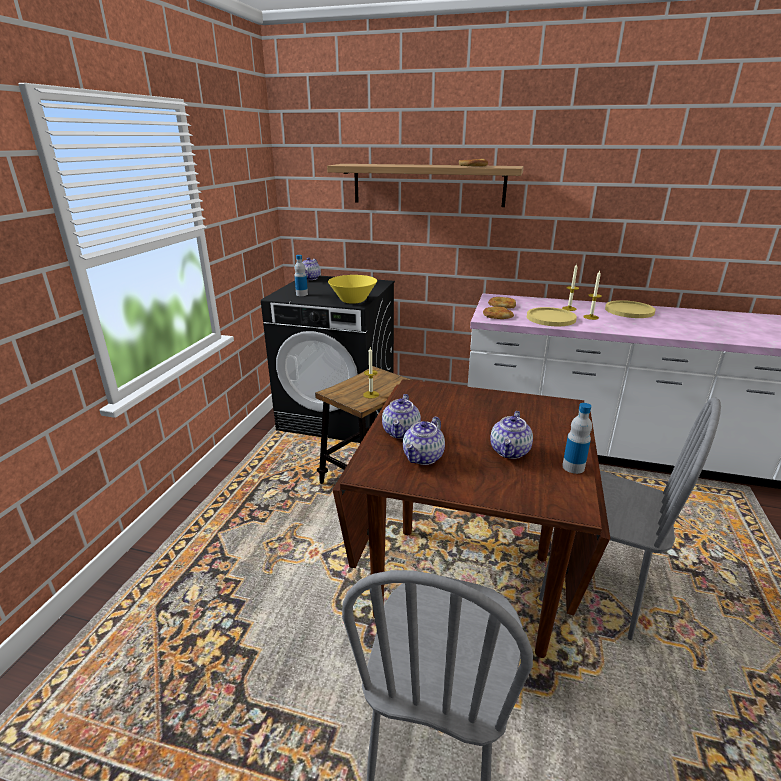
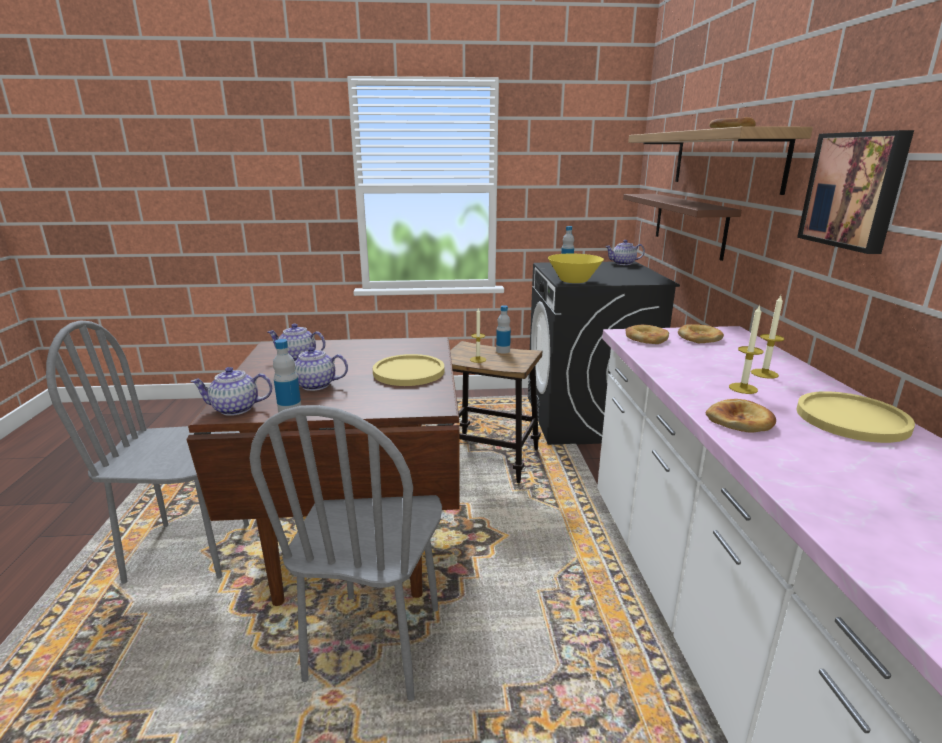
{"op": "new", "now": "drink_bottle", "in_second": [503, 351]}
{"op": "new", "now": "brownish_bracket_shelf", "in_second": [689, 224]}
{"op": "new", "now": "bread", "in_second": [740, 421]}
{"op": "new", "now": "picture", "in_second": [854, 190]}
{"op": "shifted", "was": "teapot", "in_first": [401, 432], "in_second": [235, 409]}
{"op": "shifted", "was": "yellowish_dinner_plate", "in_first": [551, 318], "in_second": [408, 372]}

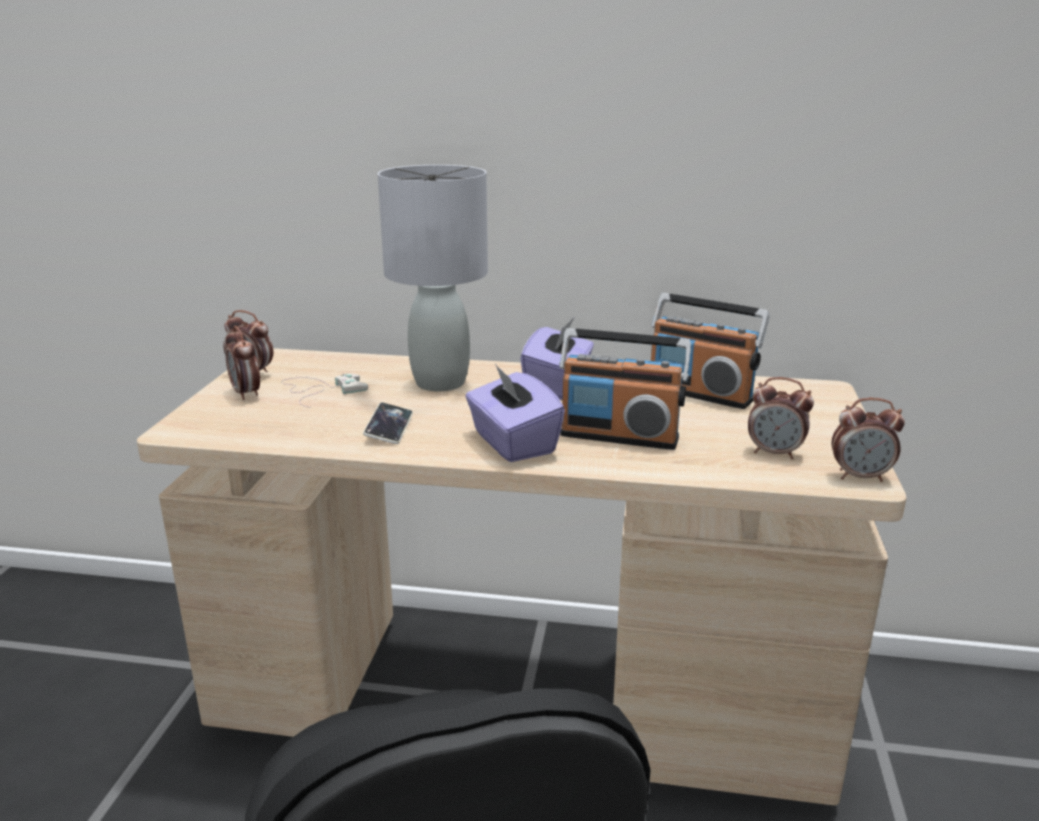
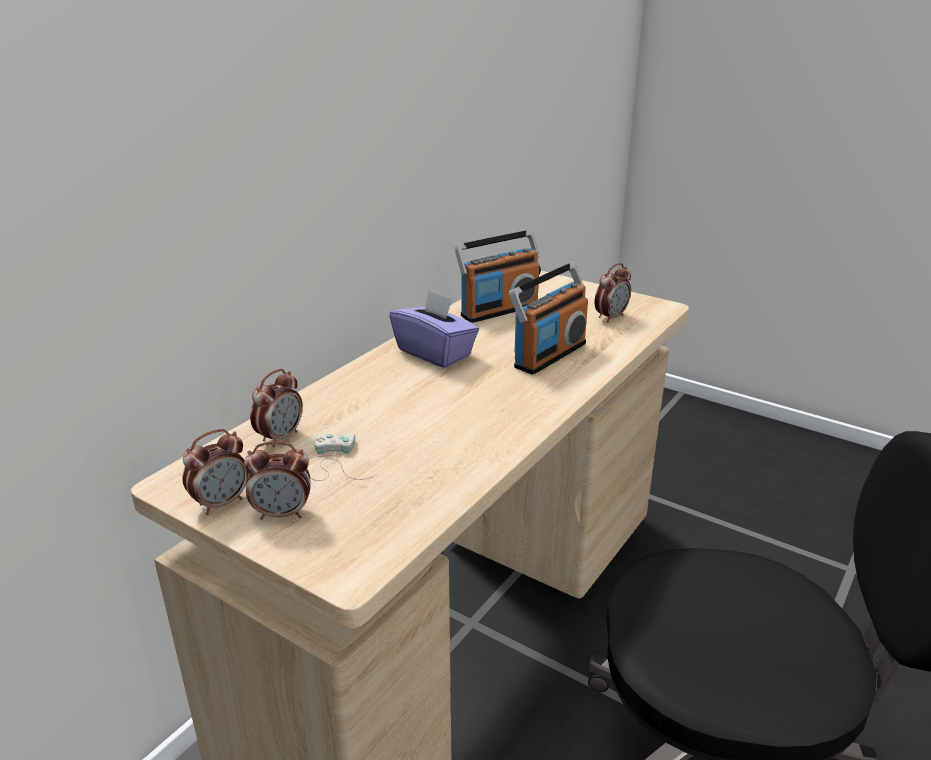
{"op": "gone", "was": "telephone", "in_first": [389, 428]}
{"op": "gone", "was": "gray_table_lamp", "in_first": [439, 382]}
{"op": "gone", "was": "purple-coloured_tissue_holder", "in_first": [512, 443]}
{"op": "shifted", "was": "table_clock", "in_first": [860, 477], "in_second": [280, 437]}

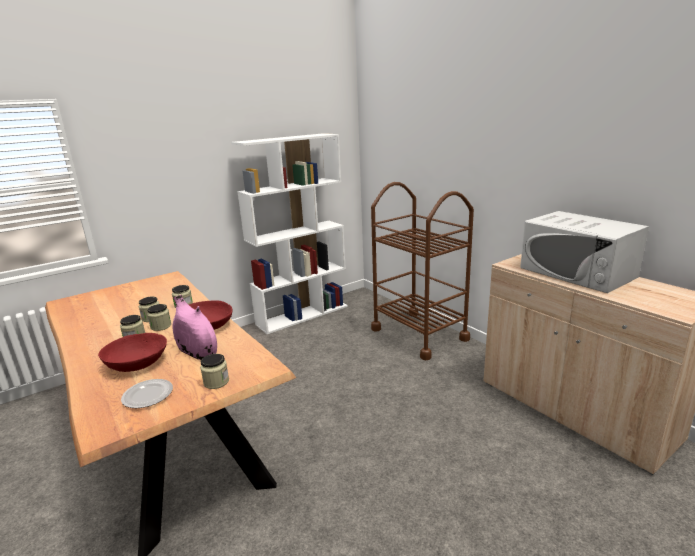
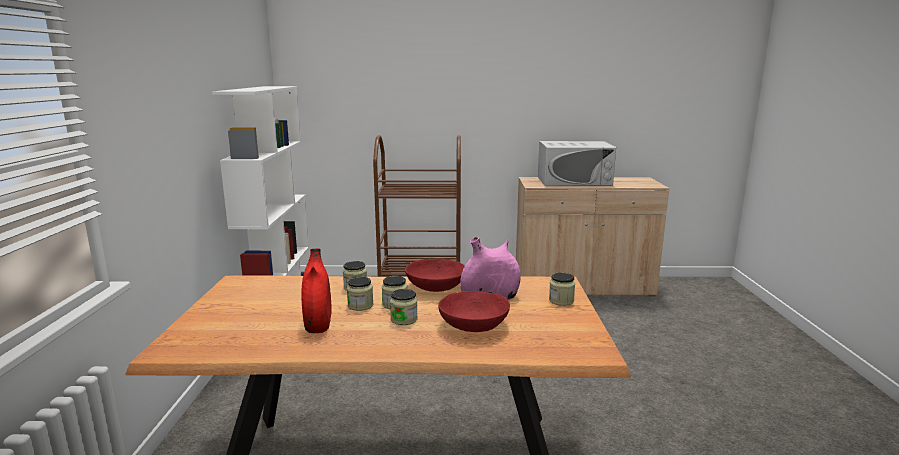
{"op": "gone", "was": "dinner_plate", "in_first": [148, 396]}
{"op": "new", "now": "red-coloured_vase", "in_second": [318, 322]}

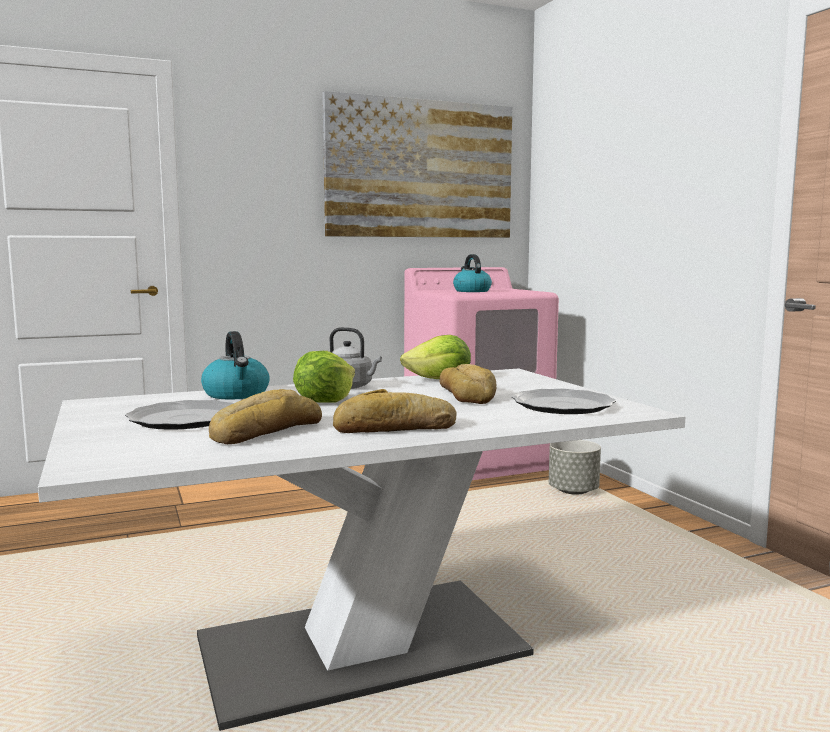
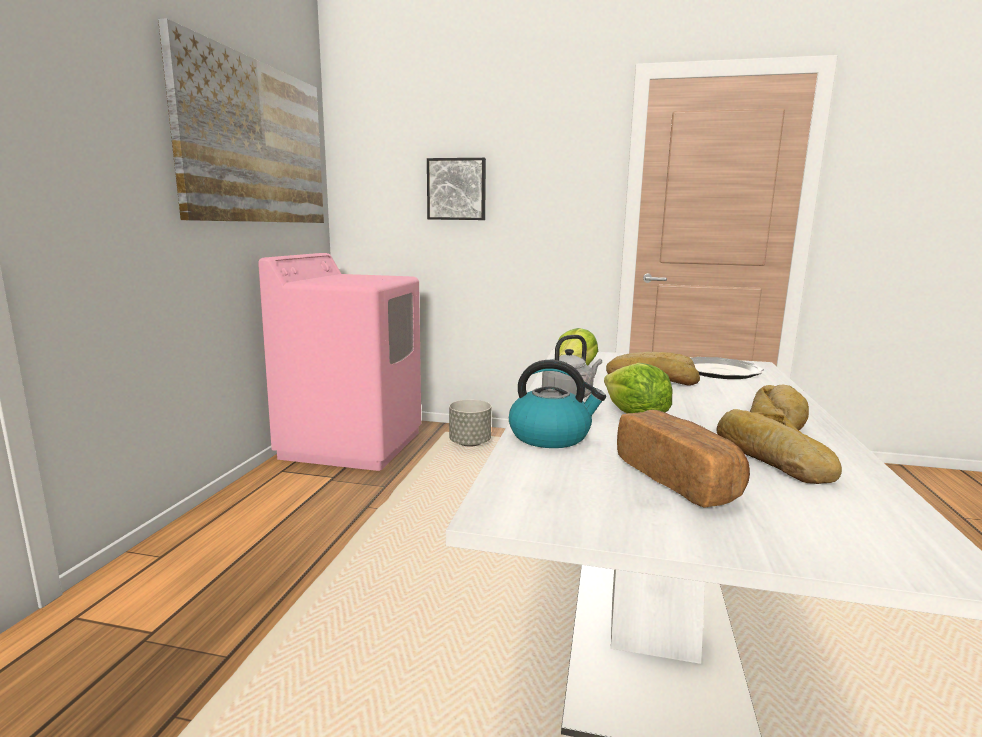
{"op": "gone", "was": "water_kettle", "in_first": [471, 291]}
{"op": "new", "now": "picture", "in_second": [457, 189]}
{"op": "swapped", "was": "dinner_plate", "now": "bread", "in_first": [184, 419], "in_second": [677, 479]}

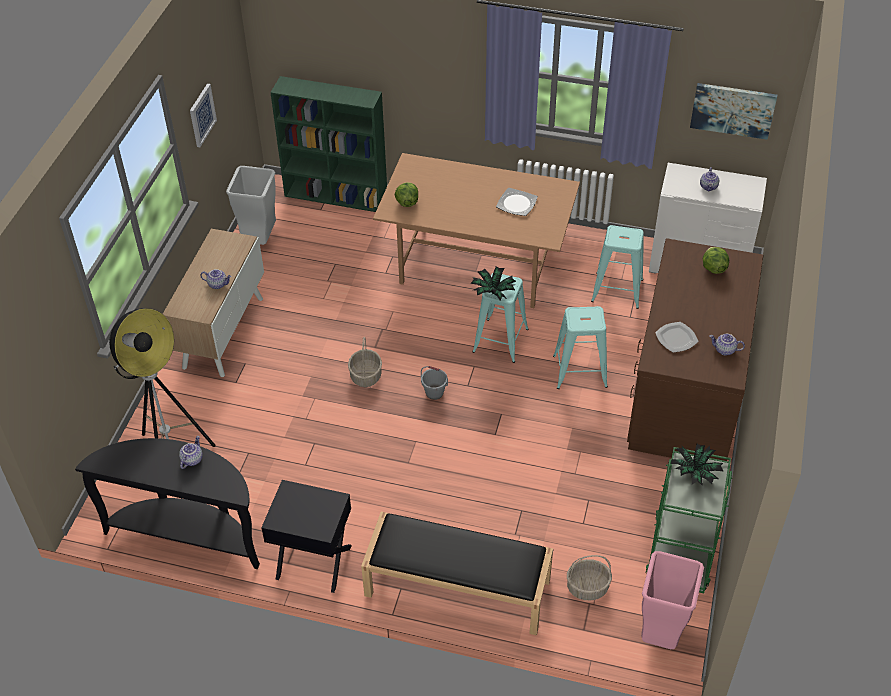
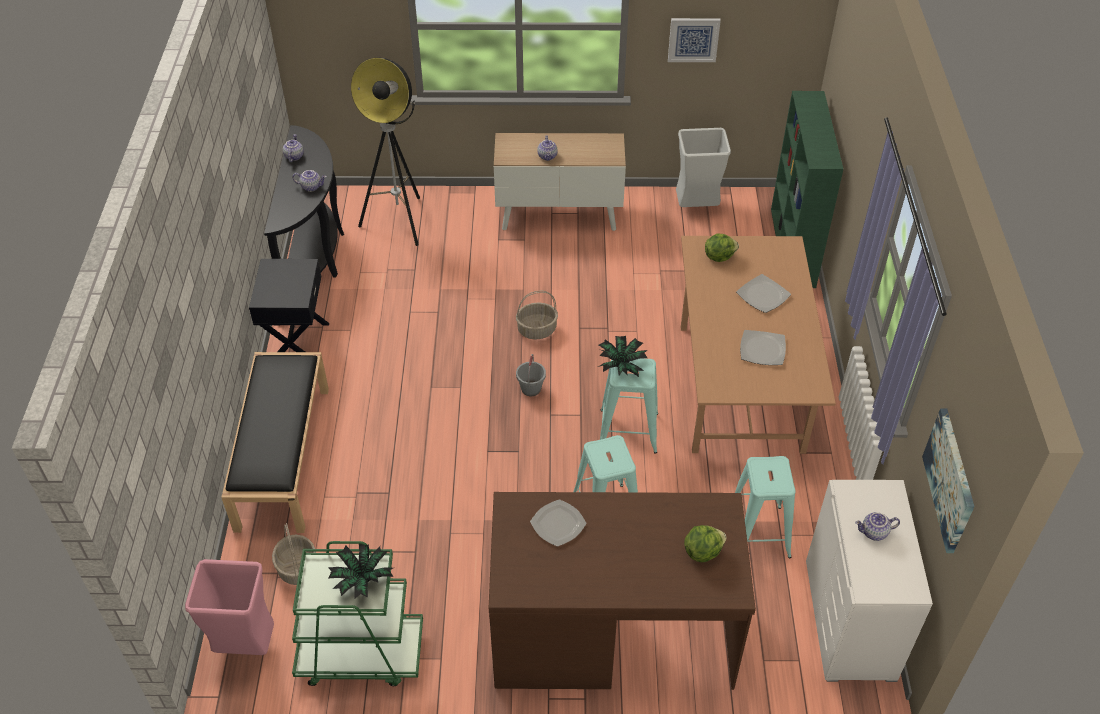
{"op": "new", "now": "dinner_plate", "in_second": [762, 295]}
{"op": "shifted", "was": "teapot", "in_first": [724, 350], "in_second": [293, 156]}

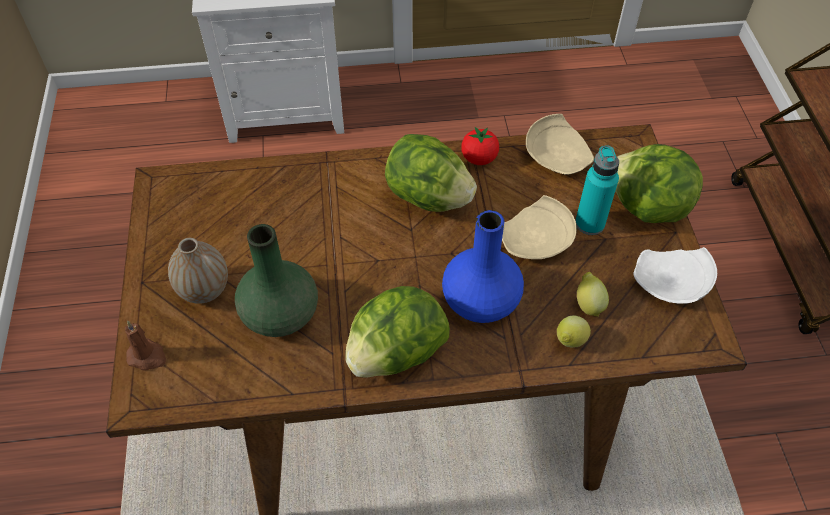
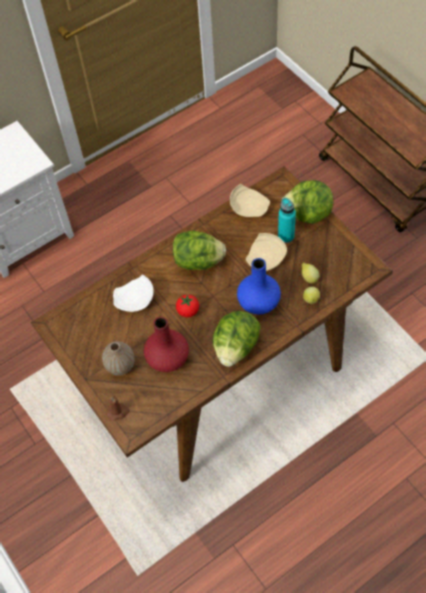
{"op": "shifted", "was": "whole_tomato", "in_first": [479, 158], "in_second": [188, 311]}
{"op": "shifted", "was": "whitish_dinner_plate", "in_first": [671, 284], "in_second": [135, 300]}
{"op": "repainted", "was": "green-coloured_vase", "now": "red-coloured_vase", "in_first": [281, 313], "in_second": [168, 357]}

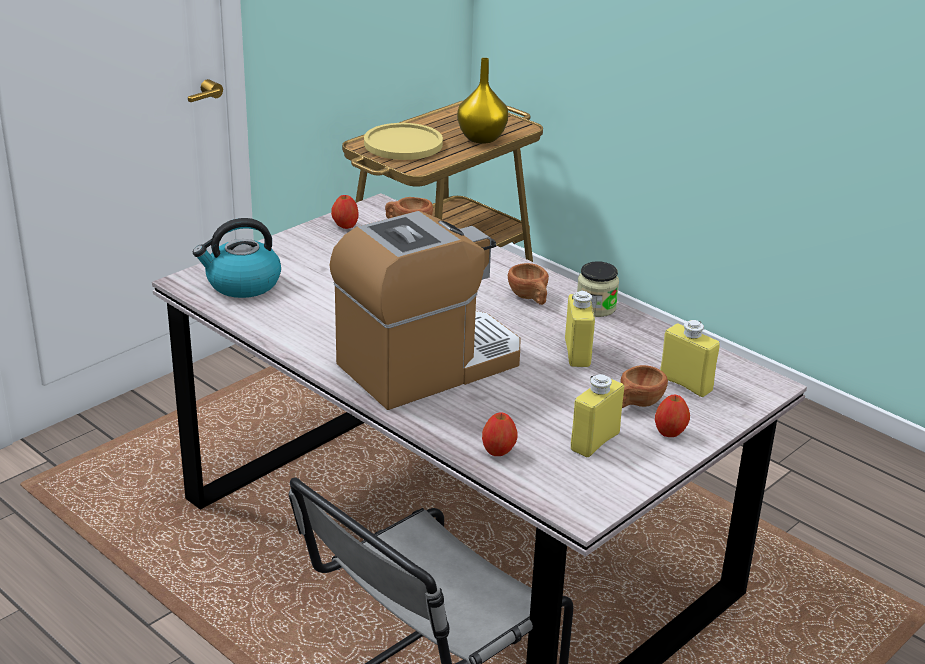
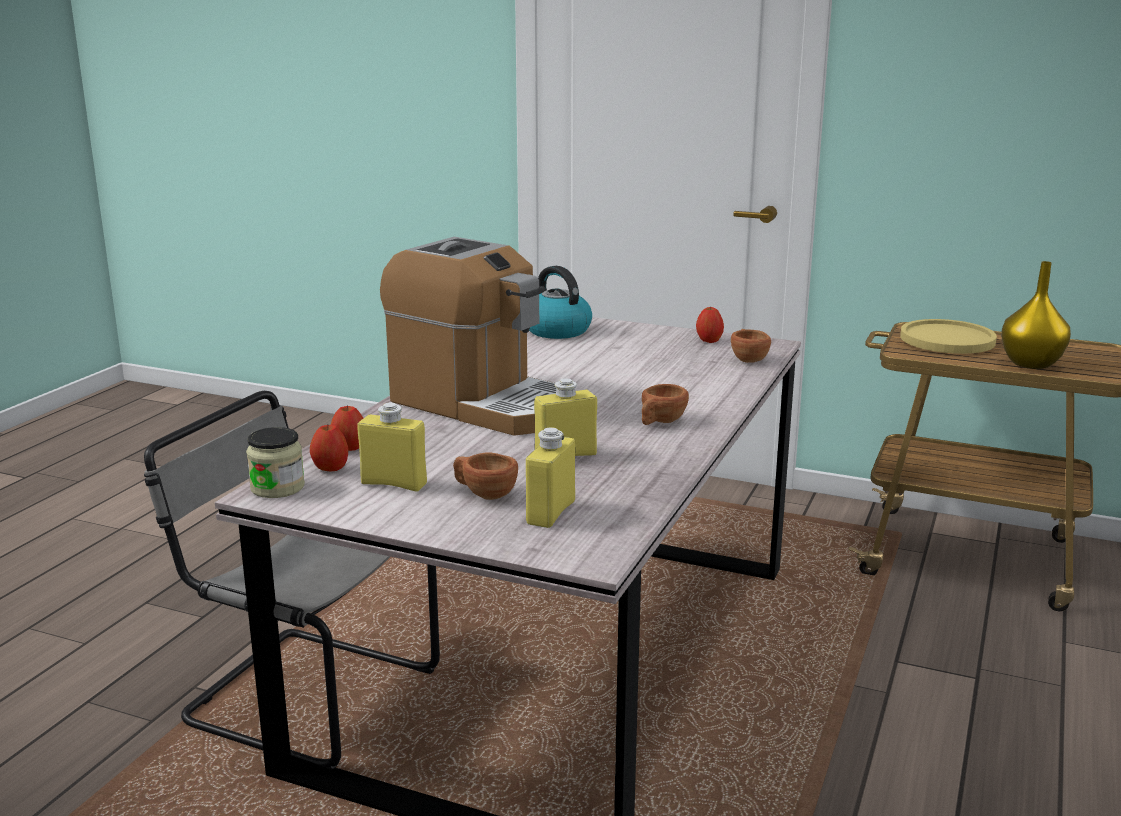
{"op": "shifted", "was": "preserve_jar", "in_first": [596, 307], "in_second": [277, 487]}
{"op": "shifted", "was": "apple", "in_first": [670, 433], "in_second": [330, 469]}

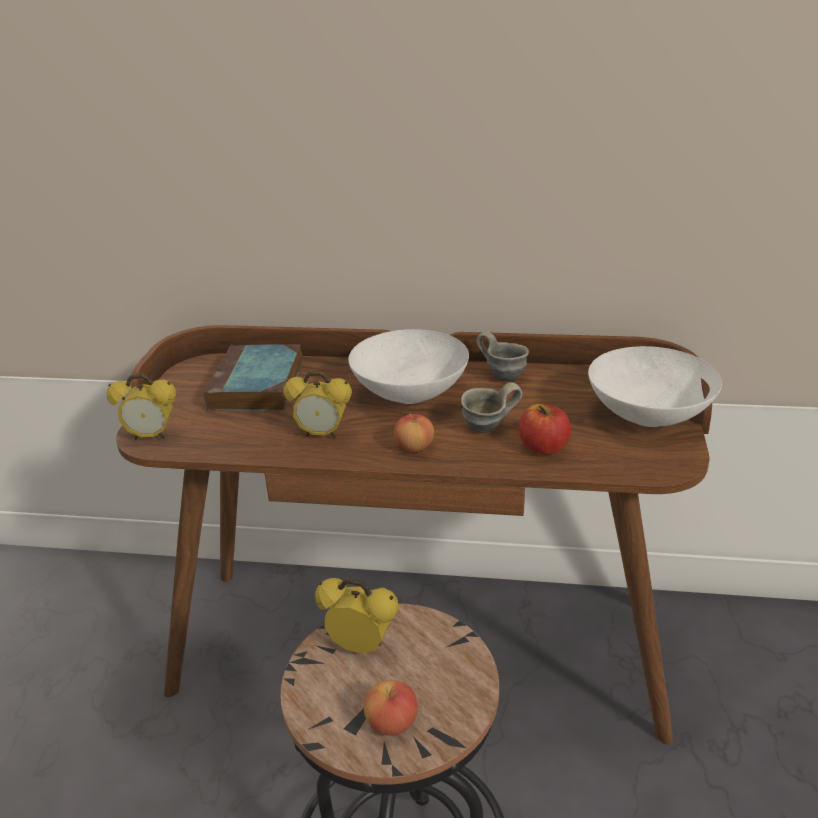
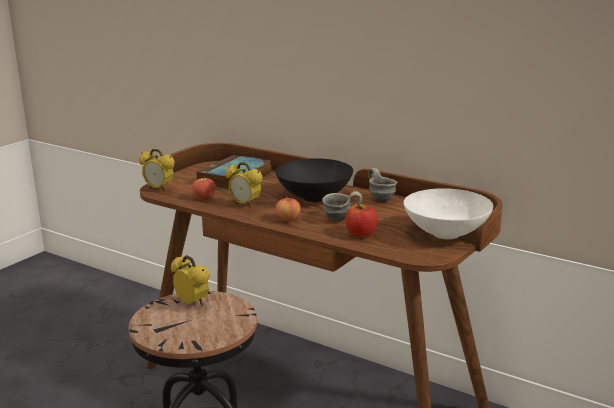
{"op": "shifted", "was": "apple", "in_first": [391, 723], "in_second": [204, 198]}
{"op": "repainted", "was": "whitish_bowl", "now": "black_bowl", "in_first": [412, 395], "in_second": [315, 198]}

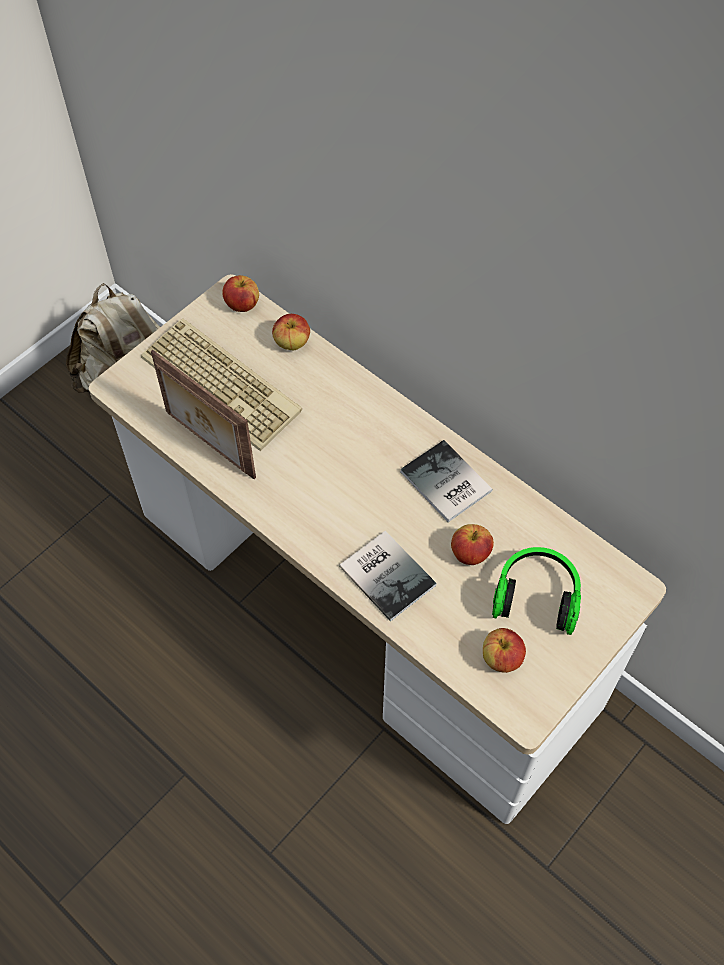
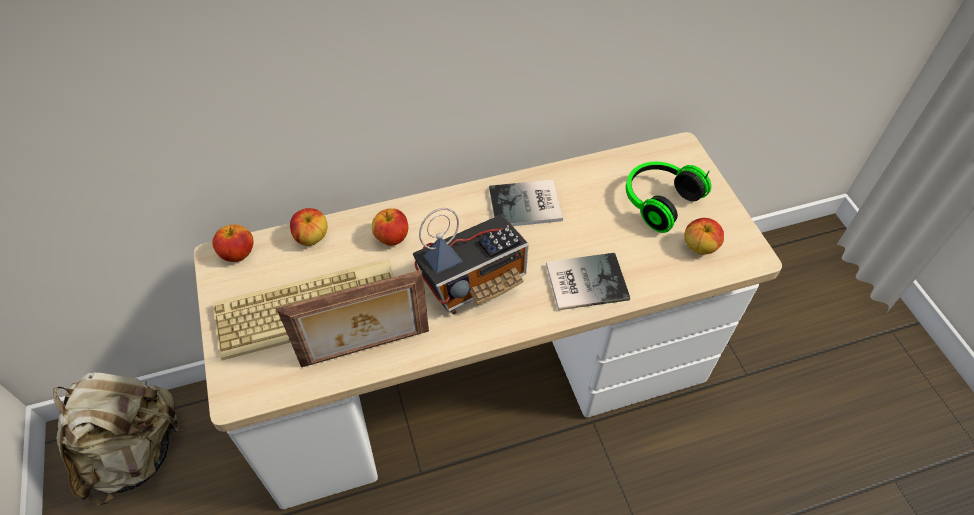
{"op": "new", "now": "radio", "in_second": [475, 282]}
{"op": "shifted", "was": "apple", "in_first": [470, 554], "in_second": [392, 238]}

